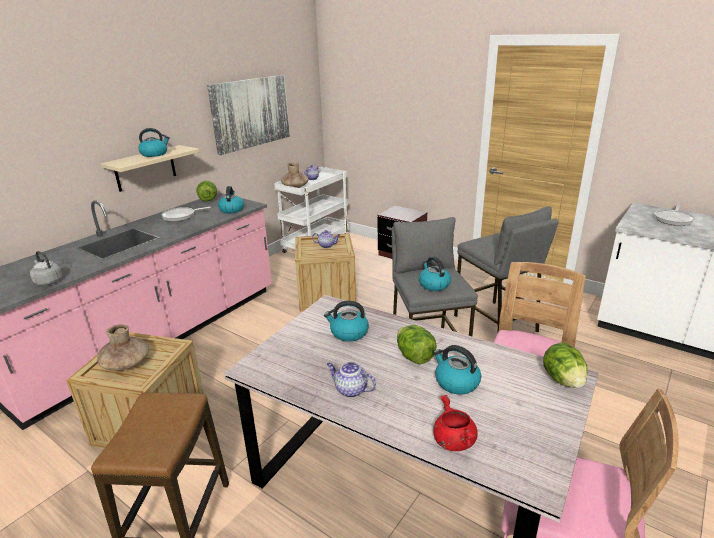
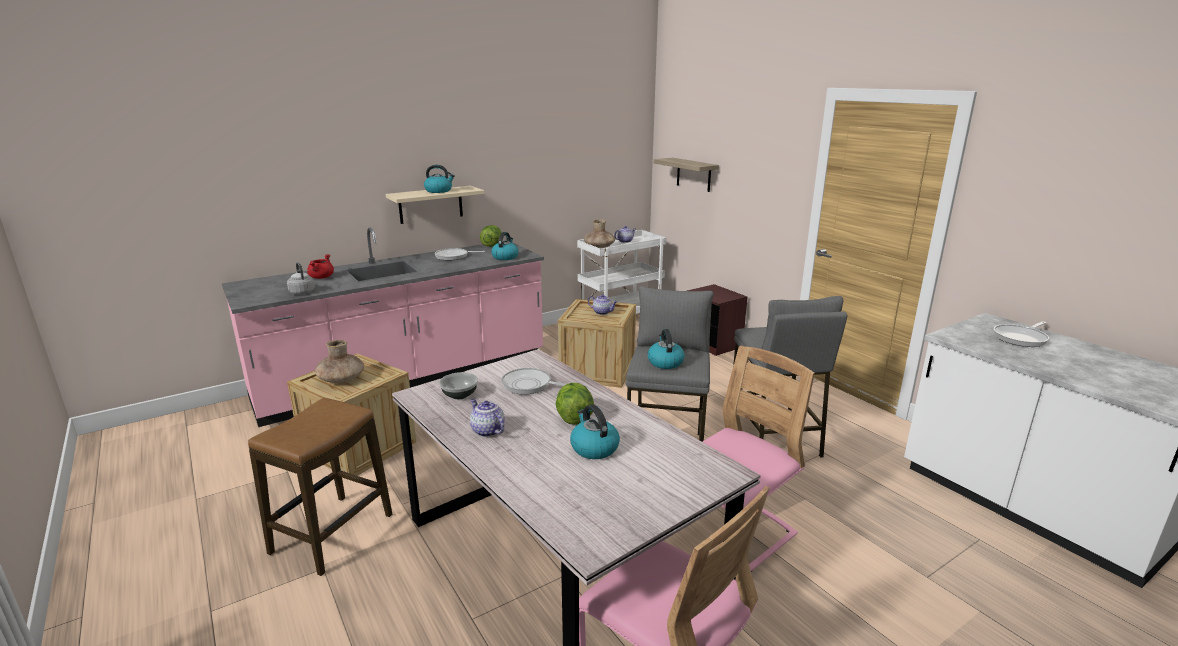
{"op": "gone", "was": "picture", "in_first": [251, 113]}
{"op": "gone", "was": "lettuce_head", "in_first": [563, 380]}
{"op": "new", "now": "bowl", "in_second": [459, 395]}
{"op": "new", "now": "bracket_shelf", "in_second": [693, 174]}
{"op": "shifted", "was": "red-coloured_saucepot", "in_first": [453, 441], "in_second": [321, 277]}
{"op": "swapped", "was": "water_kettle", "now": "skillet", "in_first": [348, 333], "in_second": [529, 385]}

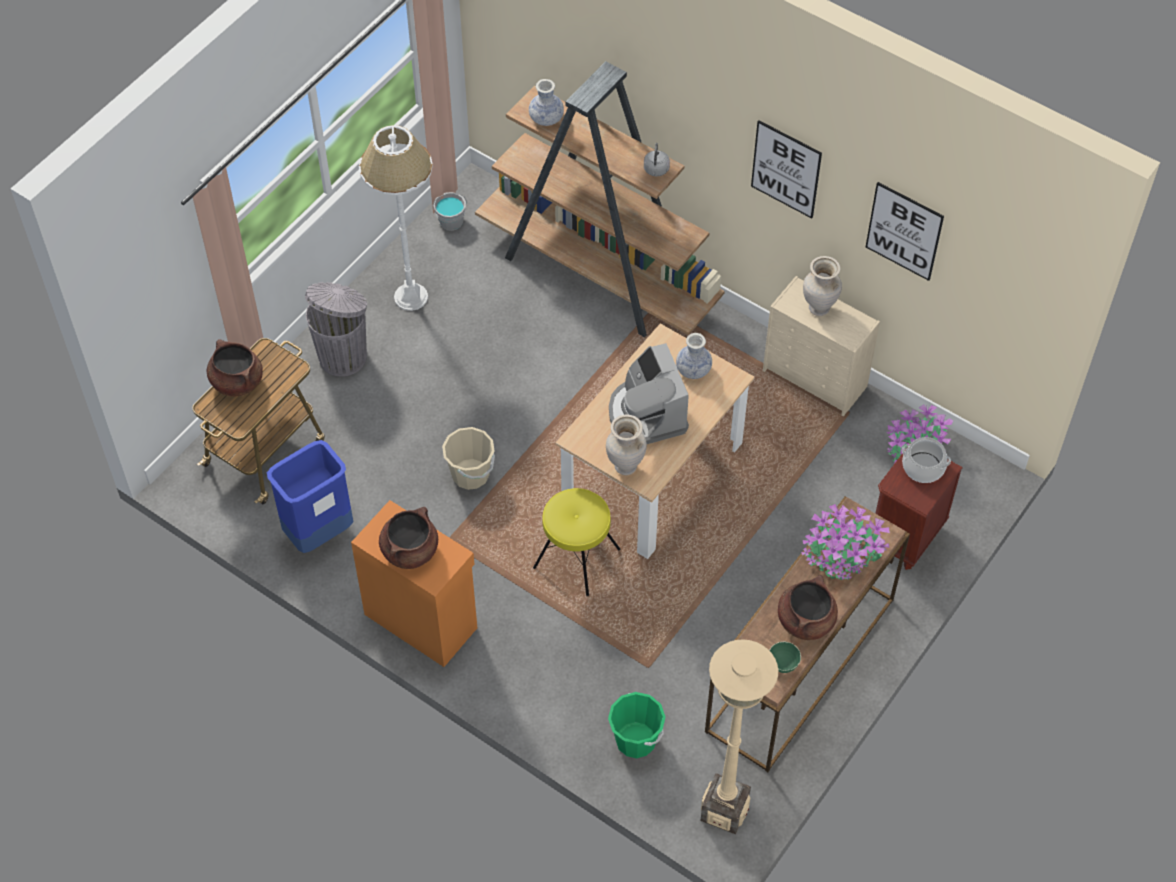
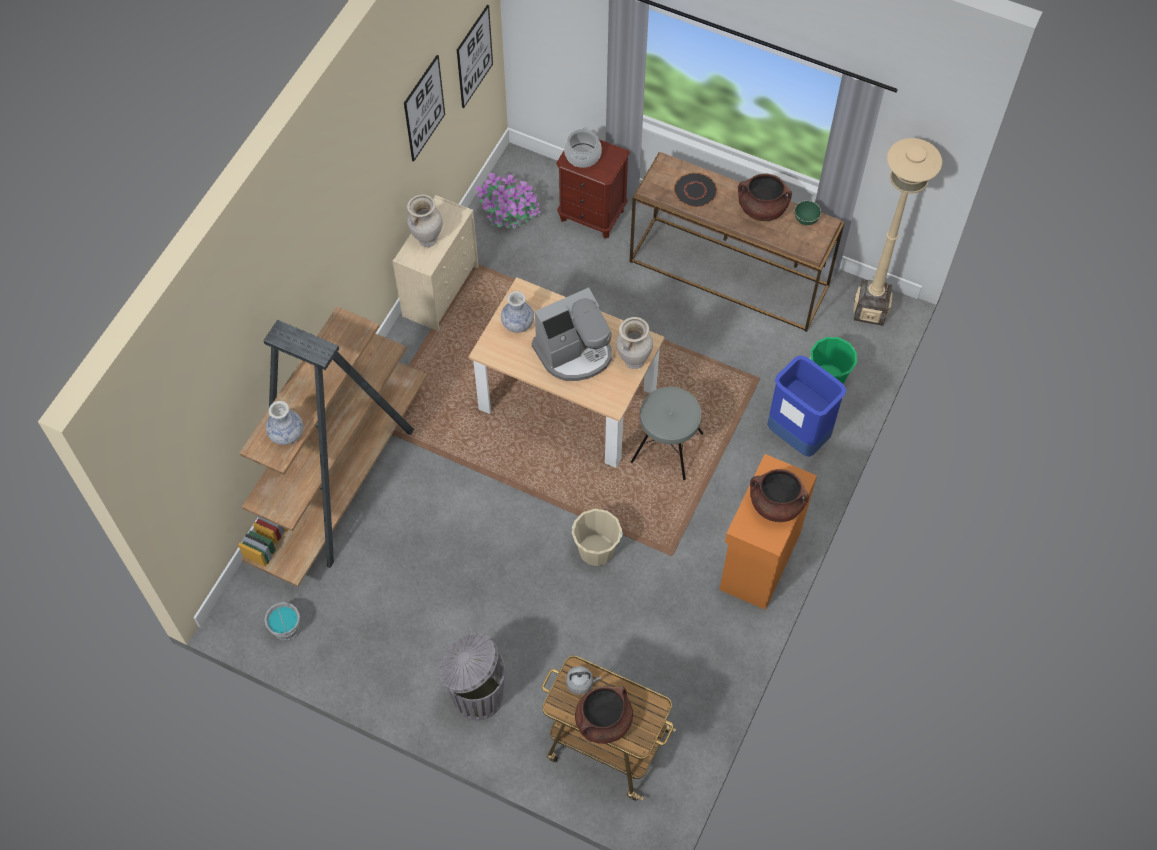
{"op": "gone", "was": "whitish_floor_lamp", "in_first": [411, 297]}
{"op": "shifted", "was": "blue_waste_bin", "in_first": [318, 532], "in_second": [797, 436]}
{"op": "shifted", "was": "gray_water_kettle", "in_first": [656, 170], "in_second": [581, 683]}
{"op": "shifted", "was": "picture", "in_first": [786, 169], "in_second": [474, 56]}
{"op": "swapped", "was": "potted_plant", "now": "black_dinner_plate", "in_first": [841, 556], "in_second": [695, 191]}
{"op": "repainted", "was": "yellowish_sitting_stool", "now": "gray_sitting_stool", "in_first": [576, 559], "in_second": [667, 448]}

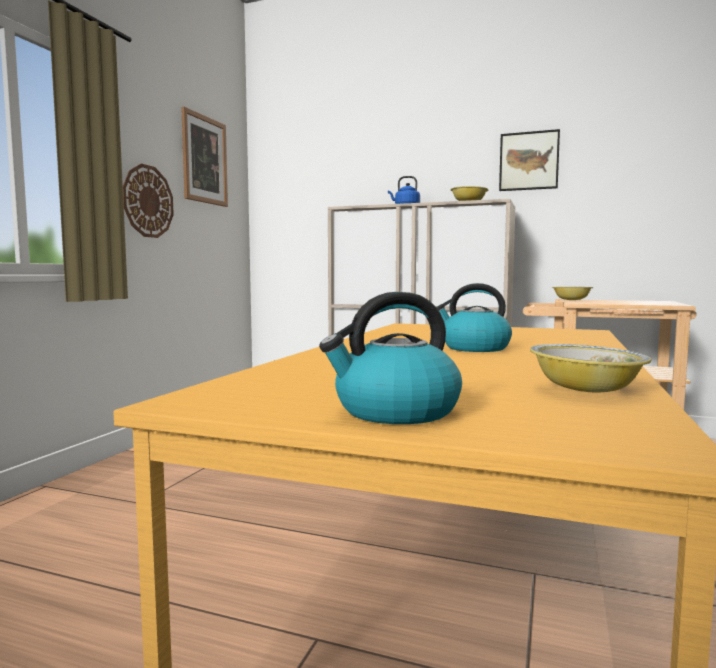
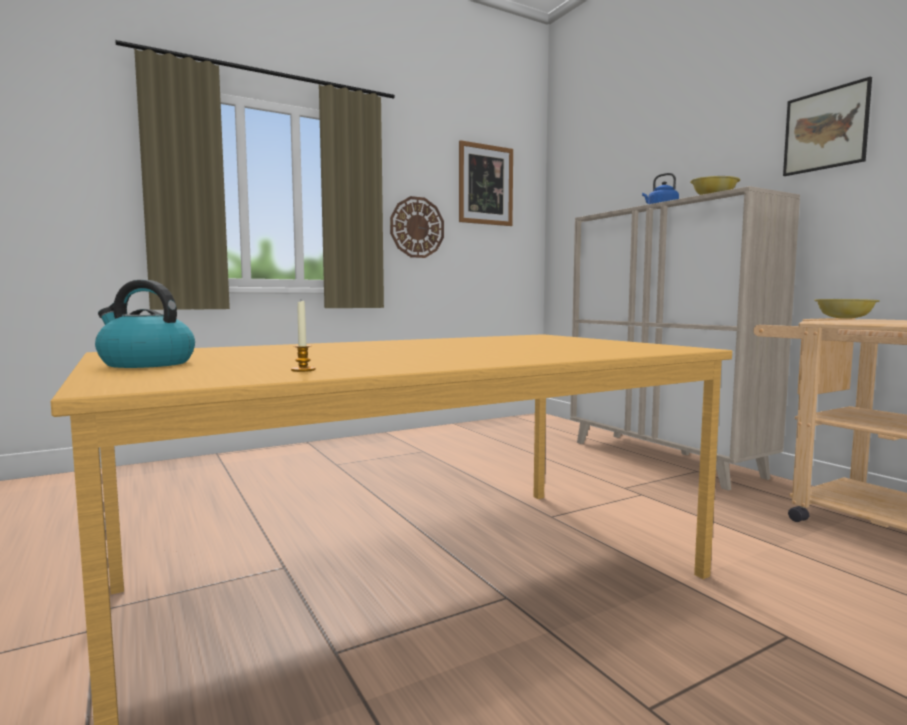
{"op": "gone", "was": "water_kettle", "in_first": [474, 348]}
{"op": "swapped", "was": "bowl", "now": "wax_candle", "in_first": [586, 390], "in_second": [303, 370]}

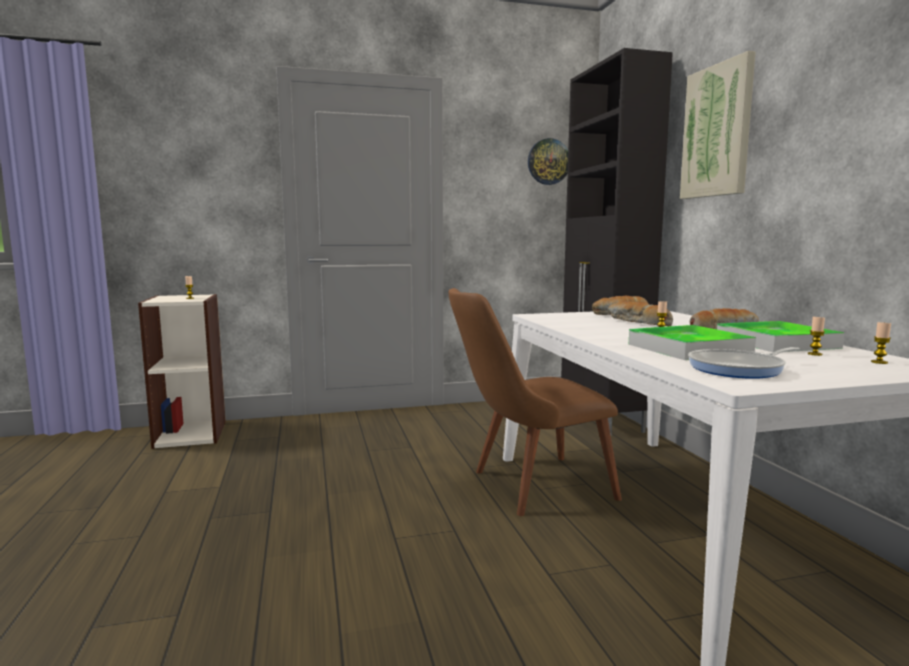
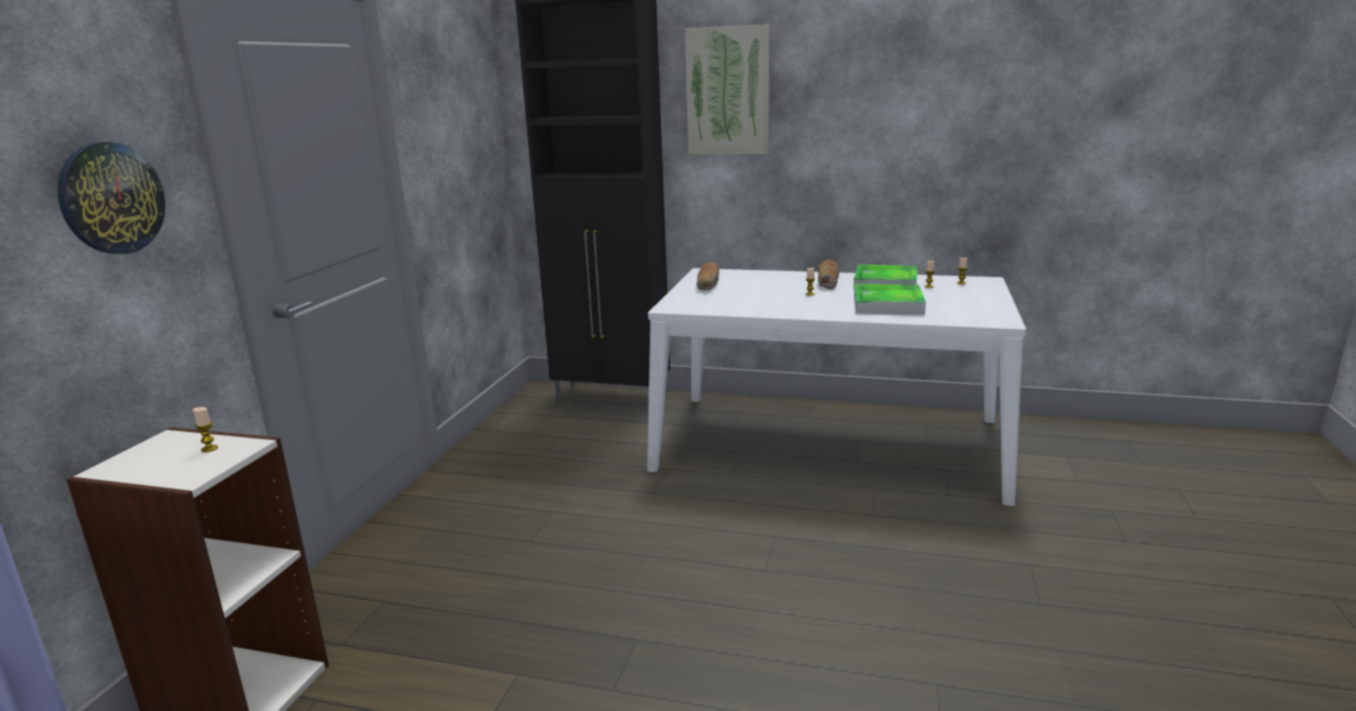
{"op": "gone", "was": "brownish_upright_chair", "in_first": [526, 487]}
{"op": "gone", "was": "bread", "in_first": [637, 322]}
{"op": "gone", "was": "skillet", "in_first": [739, 369]}
{"op": "shifted", "was": "wall_clock", "in_first": [548, 162], "in_second": [111, 198]}

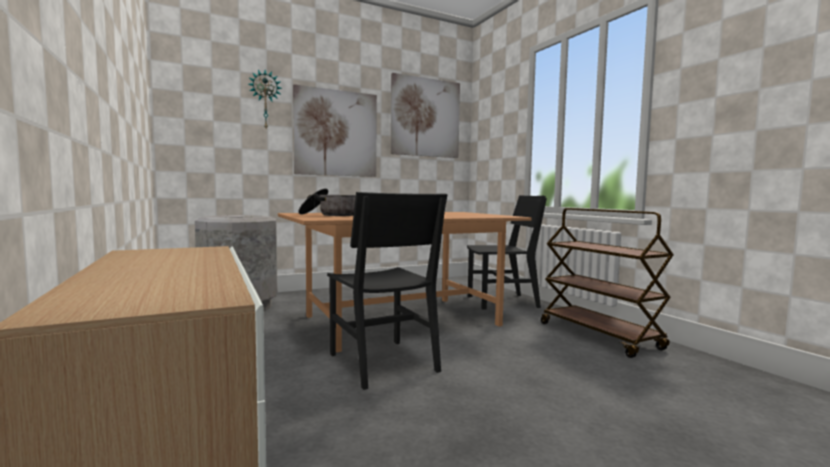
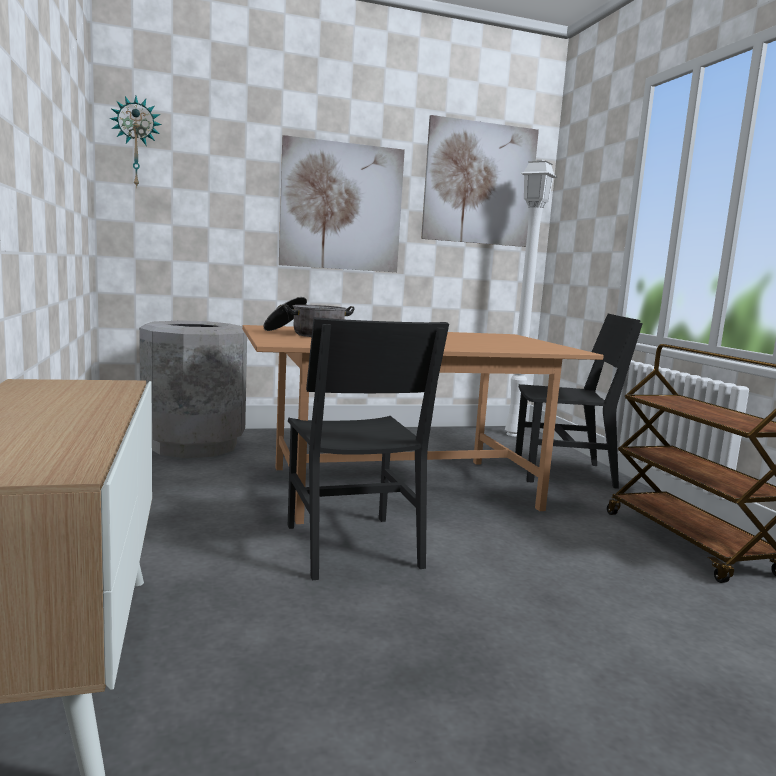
{"op": "new", "now": "whitish_floor_lamp", "in_second": [514, 434]}
{"op": "shifted", "was": "wall_clock", "in_first": [265, 100], "in_second": [136, 142]}

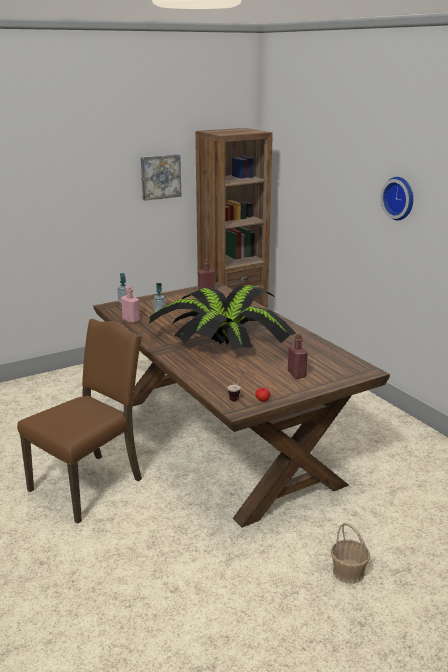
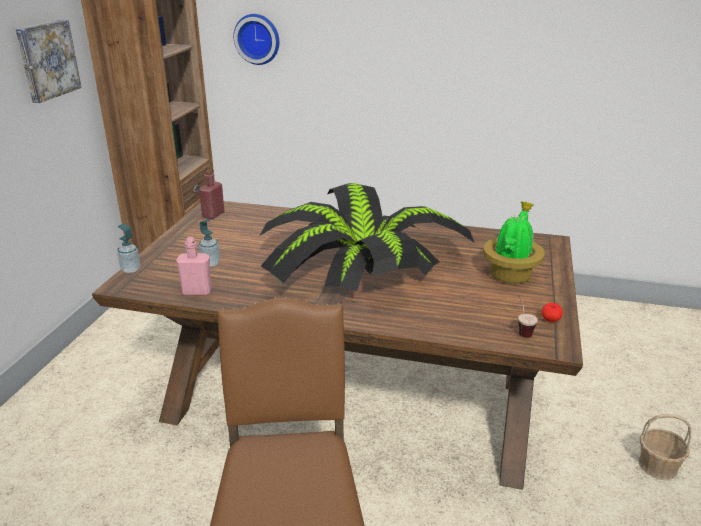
{"op": "shifted", "was": "wall_clock", "in_first": [400, 198], "in_second": [258, 39]}
{"op": "swapped", "was": "red-coloured_drink_bottle", "now": "potted_plant", "in_first": [296, 374], "in_second": [511, 274]}

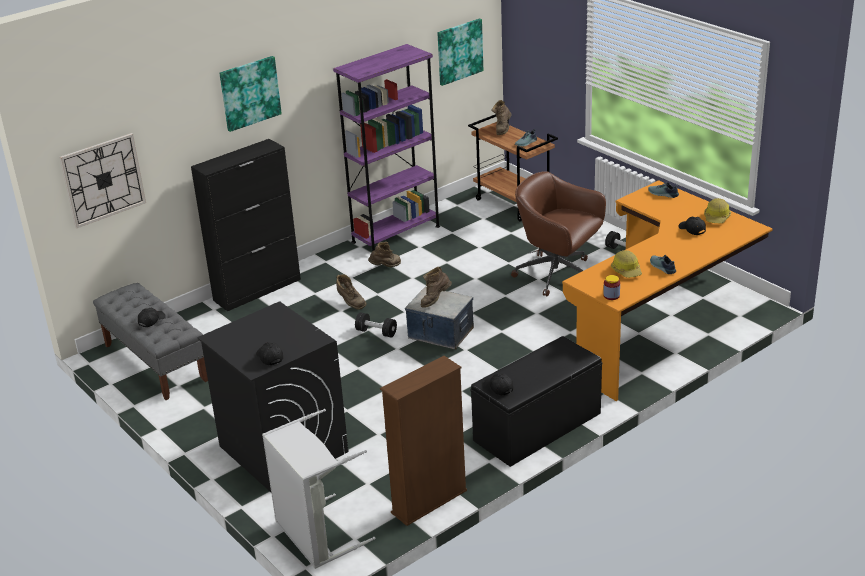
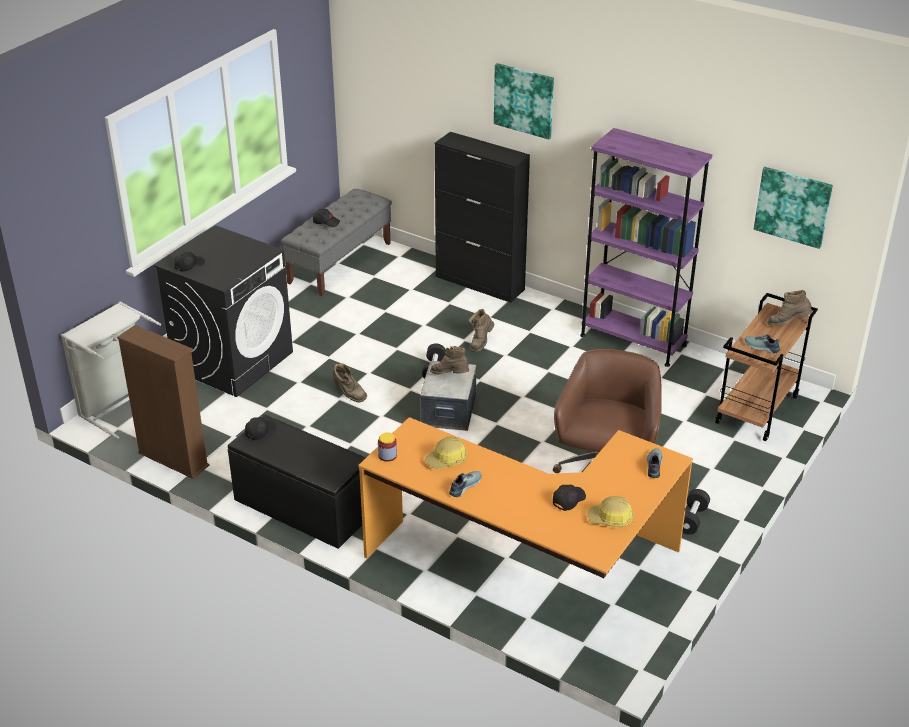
{"op": "gone", "was": "wall_clock", "in_first": [103, 180]}
{"op": "shifted", "was": "brownish_tall_boot", "in_first": [385, 267], "in_second": [348, 394]}

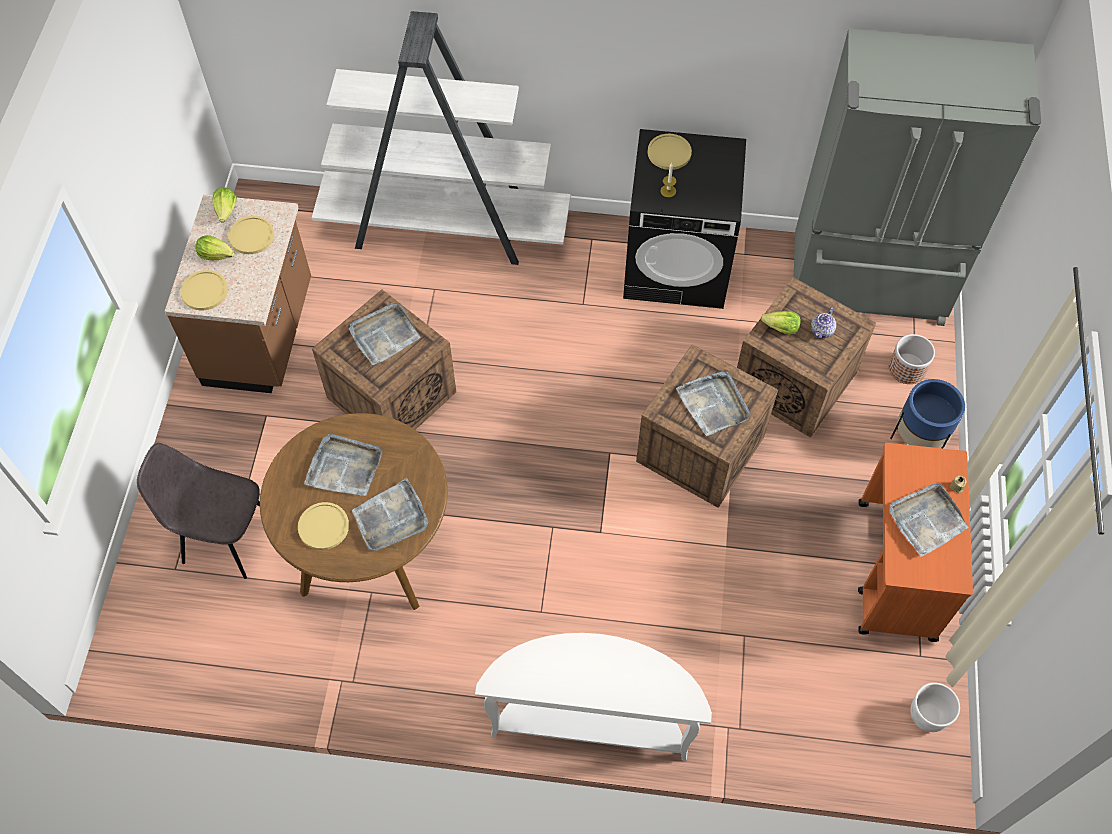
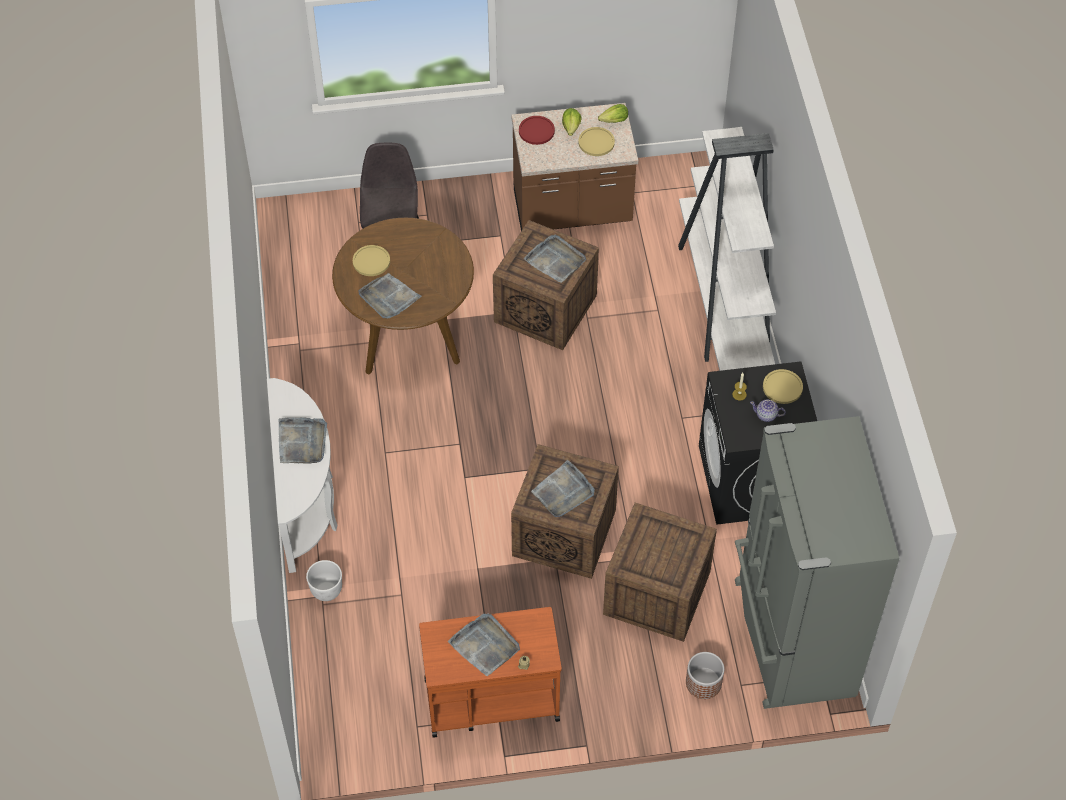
{"op": "gone", "was": "lettuce_head", "in_first": [780, 328]}
{"op": "gone", "was": "blue_planter", "in_first": [918, 438]}
{"op": "shifted", "was": "gray_serving_tray", "in_first": [344, 467], "in_second": [302, 442]}
{"op": "shifted", "was": "teapot", "in_first": [822, 330], "in_second": [766, 415]}
{"op": "shifted", "was": "whitish_planter", "in_first": [927, 716], "in_second": [326, 591]}
{"op": "repainted", "was": "yellowish_dinner_plate", "now": "red-coloured_dinner_plate", "in_first": [204, 291], "in_second": [536, 131]}

